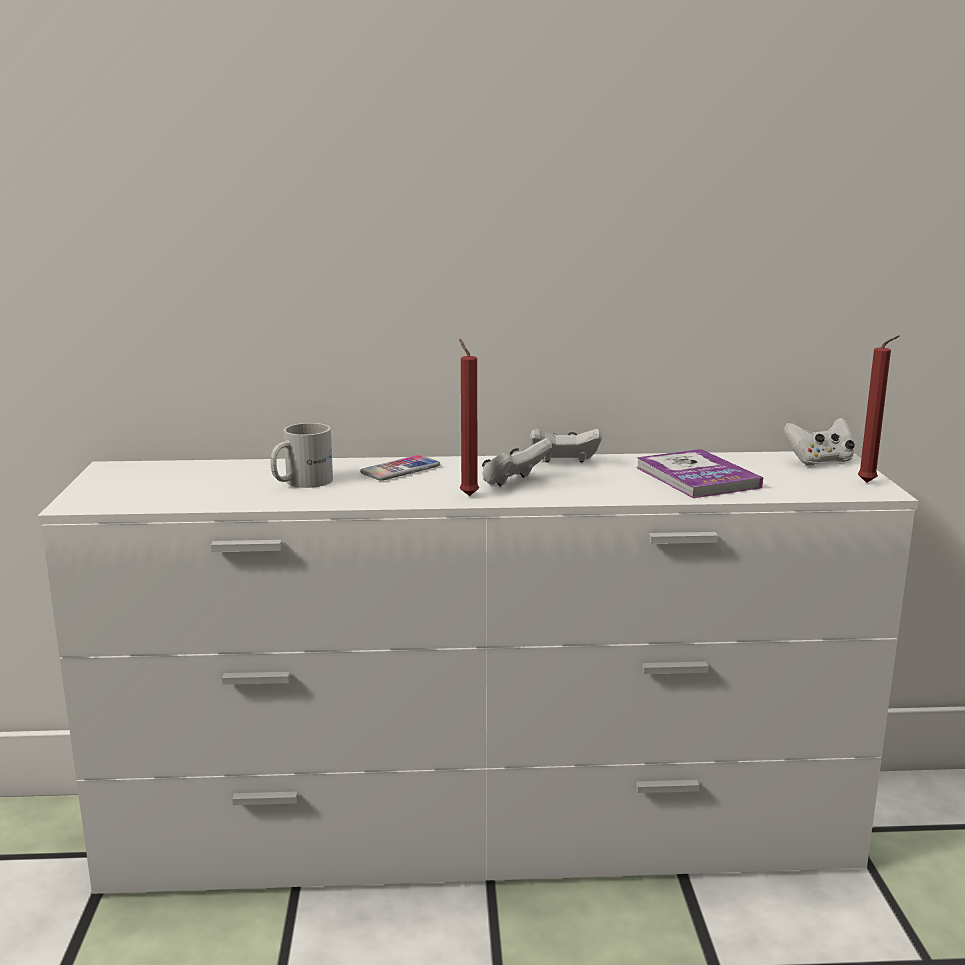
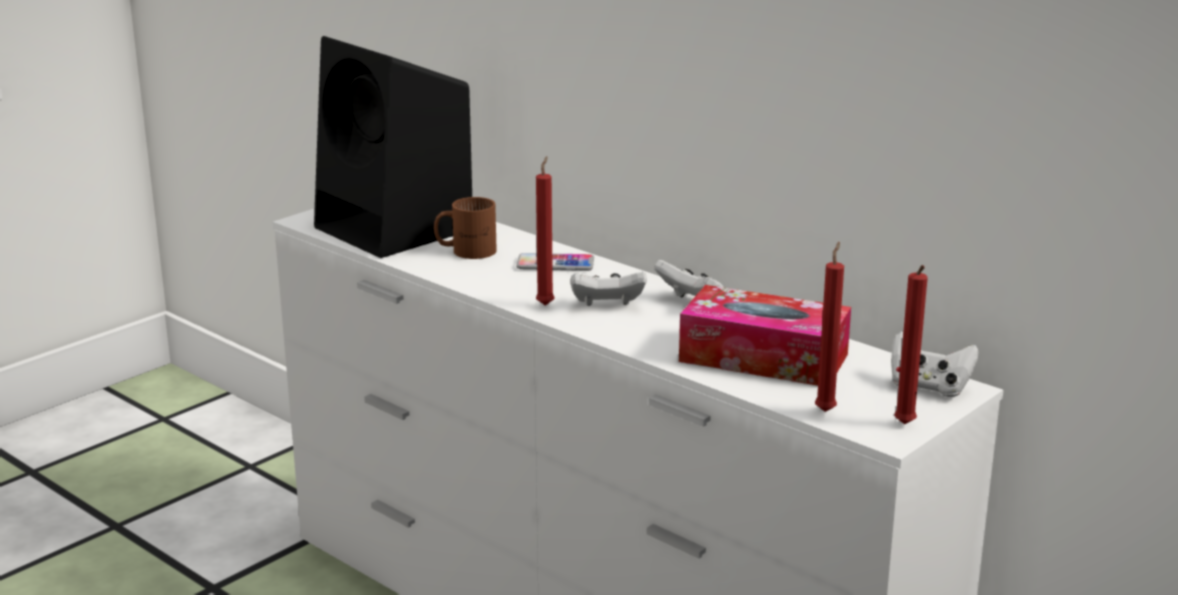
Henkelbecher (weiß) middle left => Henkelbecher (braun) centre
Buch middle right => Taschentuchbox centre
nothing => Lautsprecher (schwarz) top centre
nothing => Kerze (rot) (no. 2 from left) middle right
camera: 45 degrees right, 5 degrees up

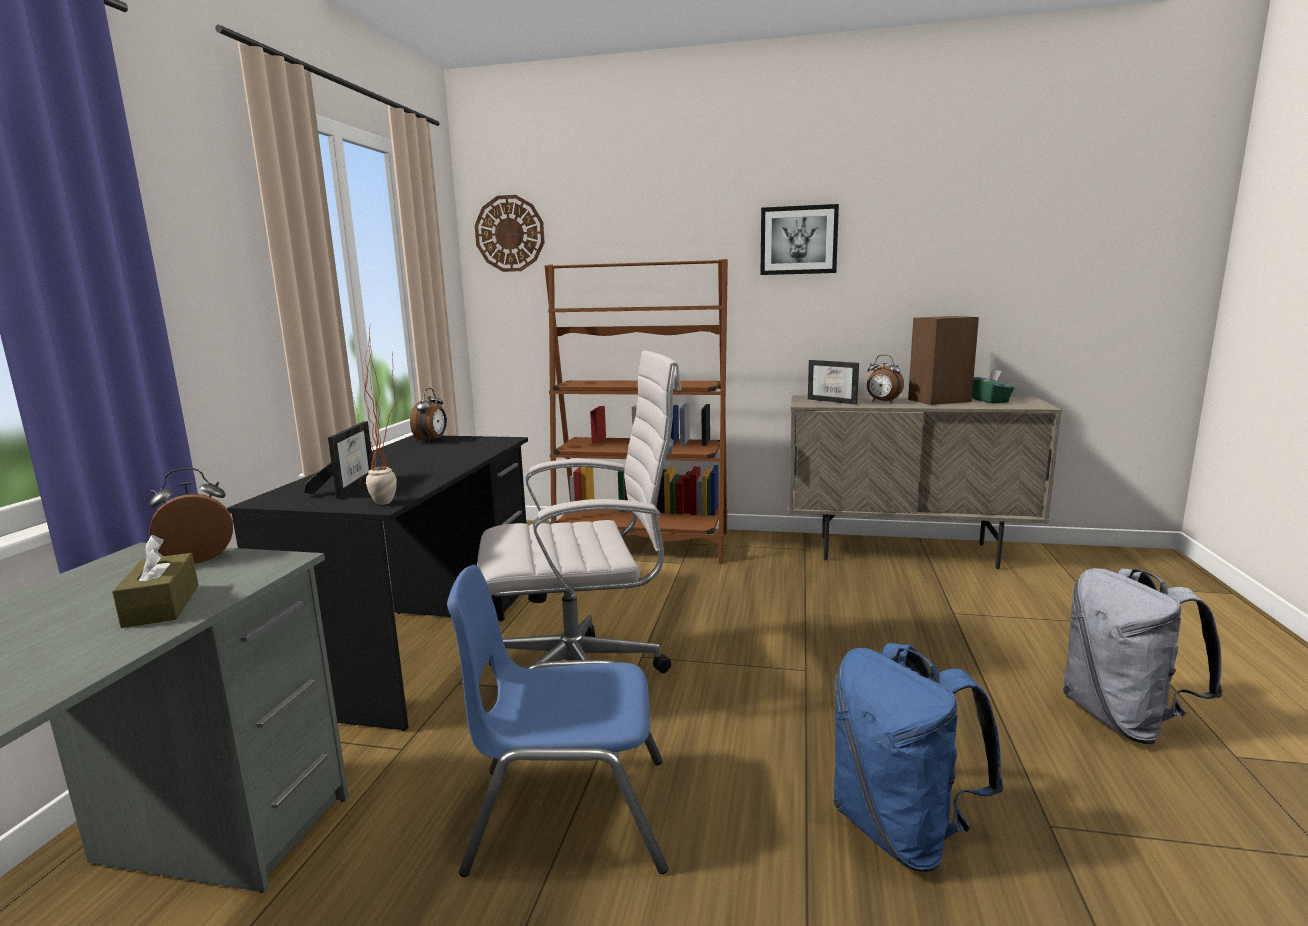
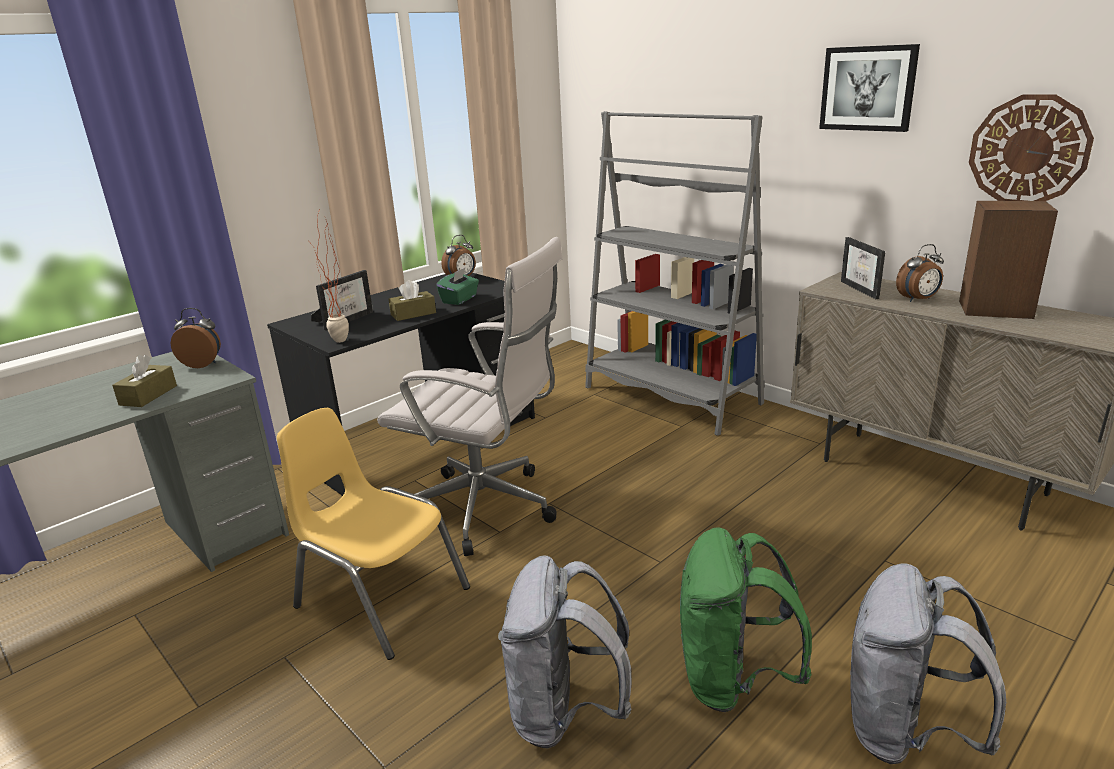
Stuhl (blau) bottom centre => Stuhl (gelb) bottom centre
Wanduhr top centre => Wanduhr top right, relocated
Bücherregal (braun) centre => Bücherregal (grau) centre
Rucksack (blau) bottom right => Rucksack (grau) (no. 1 from left) bottom centre
Wecker (no. 3 from left) middle right, 90 degrees counterclockwise
Taschentuchbox (grün) middle right => Taschentuchbox (grün) centre, relocated
nothing => Taschentuchbox (braun) (no. 2 from left) centre
nothing => Rucksack (grün) bottom right
camera: 35 degrees right, 10 degrees up

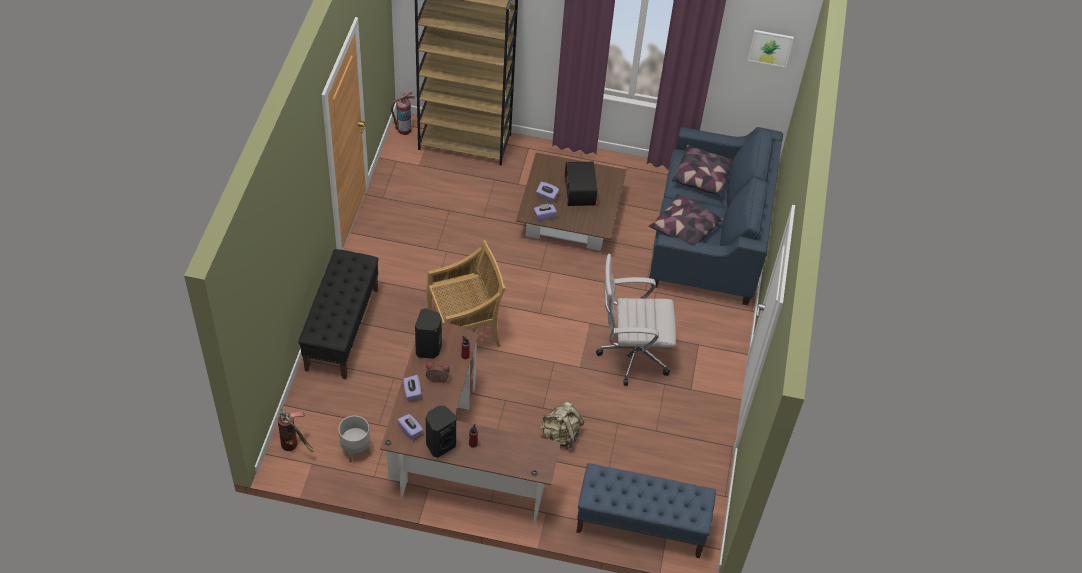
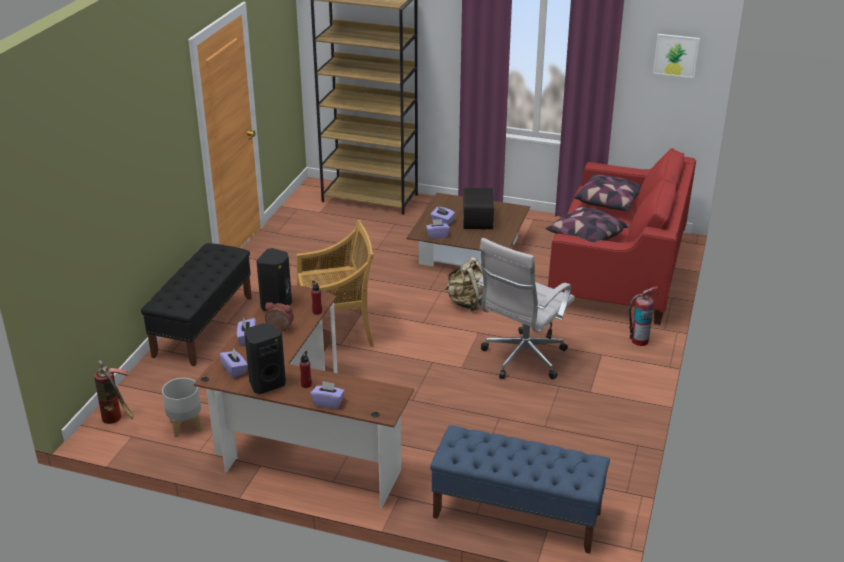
Feuerlöscher (no. 2 from left) top centre => Feuerlöscher (no. 2 from left) middle right, relocated
Rucksack (beige) bottom centre => Rucksack (beige) centre, relocated
Bürostuhl (weiß) centre, 60 degrees counterclockwise
Sofa (blau) centre => Sofa (rot) middle right
nothing => Taschentuchbox (lila) (no. 3 from left) bottom centre
camera: 10 degrees right, 20 degrees down

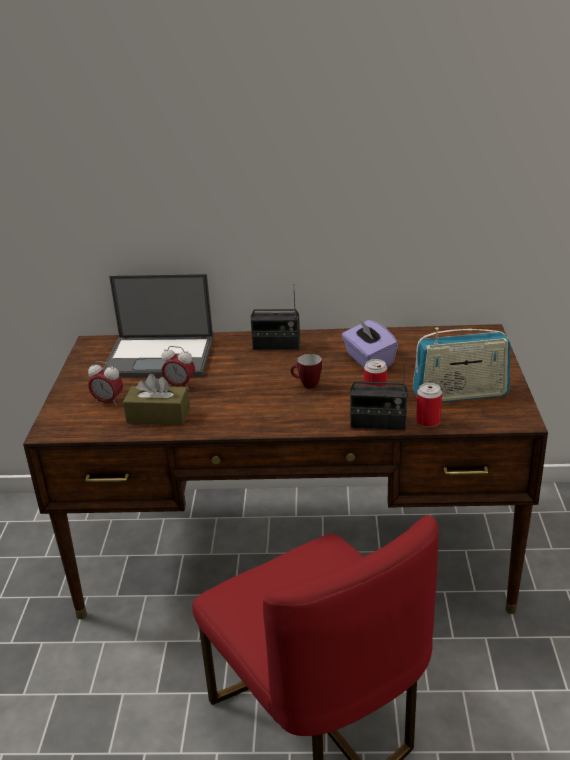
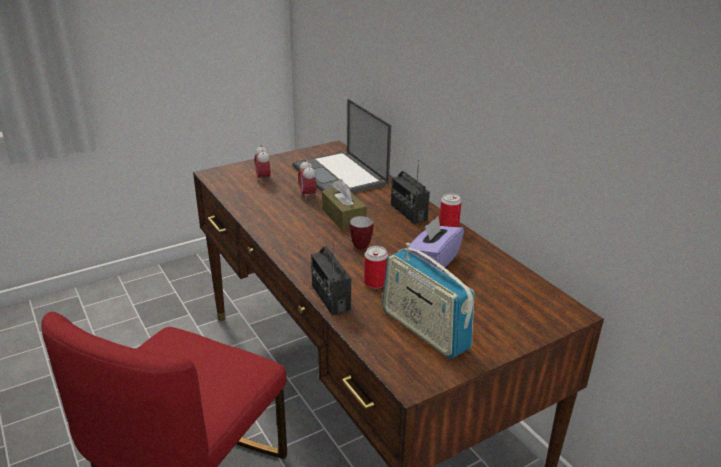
Taschentuchbox (braun) middle left => Taschentuchbox (braun) centre, relocated
Dose (no. 2 from left) middle right => Dose (no. 2 from left) centre, relocated
camera: 55 degrees right, 0 degrees up

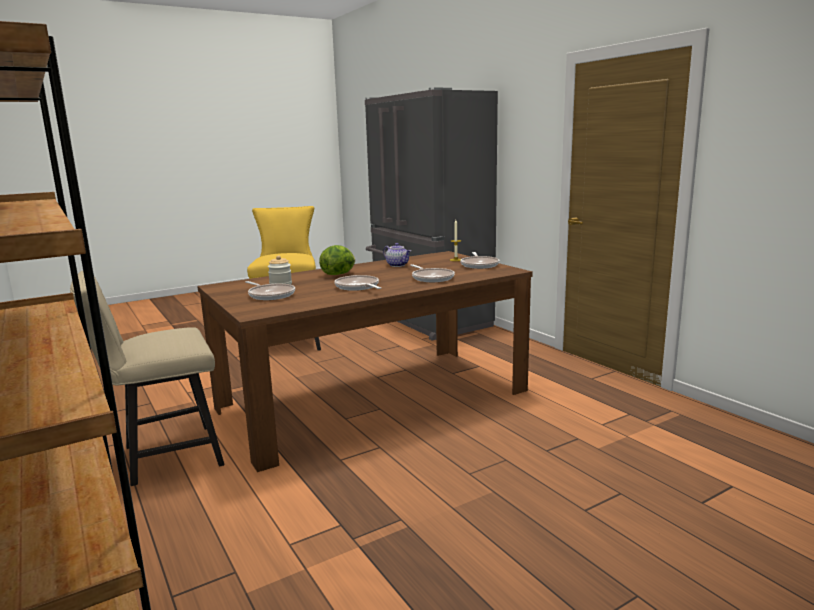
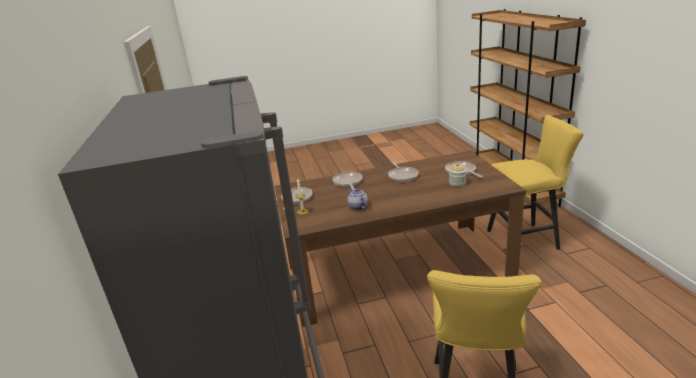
Stuhl (beige) middle left => Hocker (gelb) (no. 2 from left) middle right
Salatkopf centre => nothing
camera: 160 degrees left, 10 degrees up

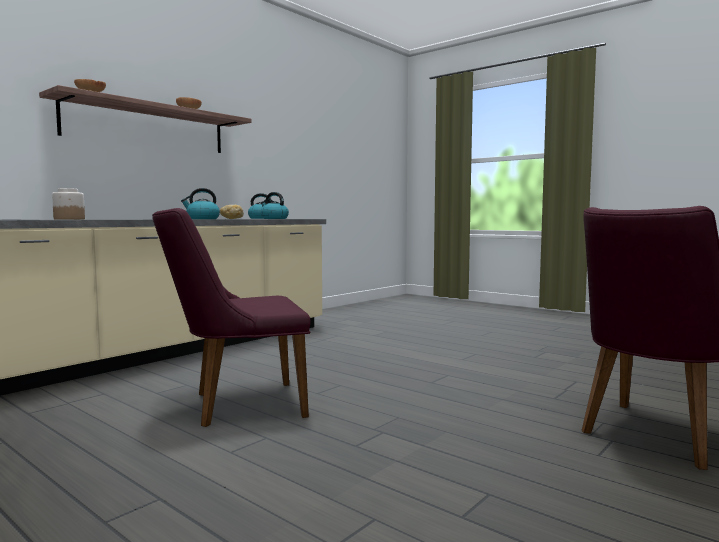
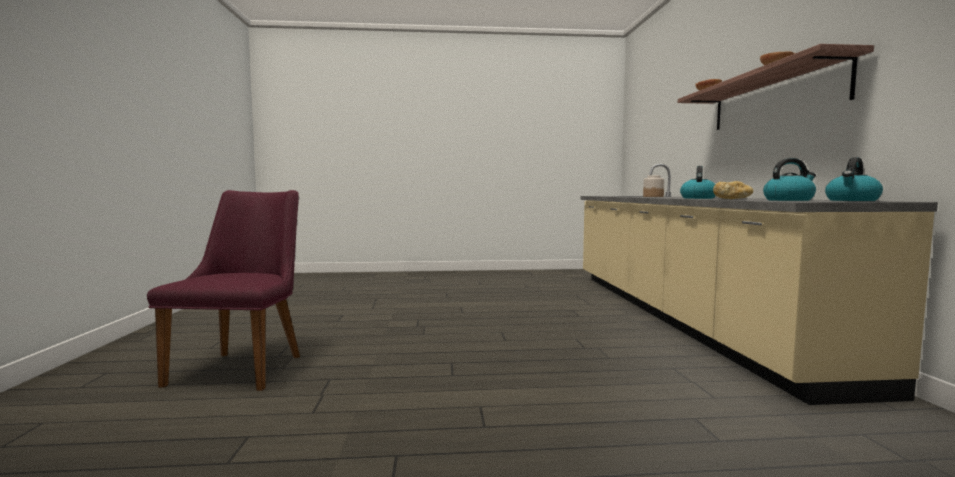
Stuhl (lila) (no. 1 from left) middle left => nothing
camera: 135 degrees right, 0 degrees up

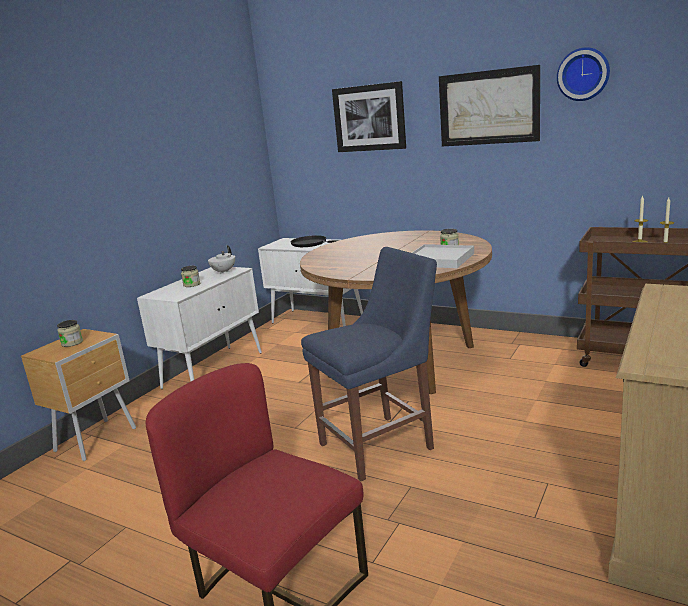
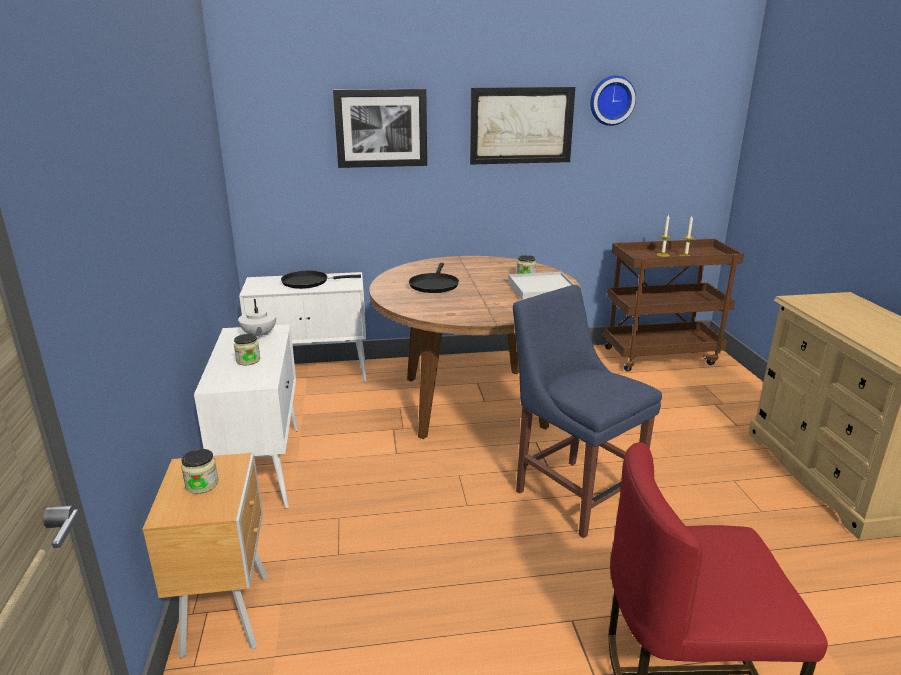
Stuhl (blau) centre, 60 degrees counterclockwise
nothing => Pfanne (schwarz) (no. 2 from left) centre
camera: 40 degrees left, 5 degrees up

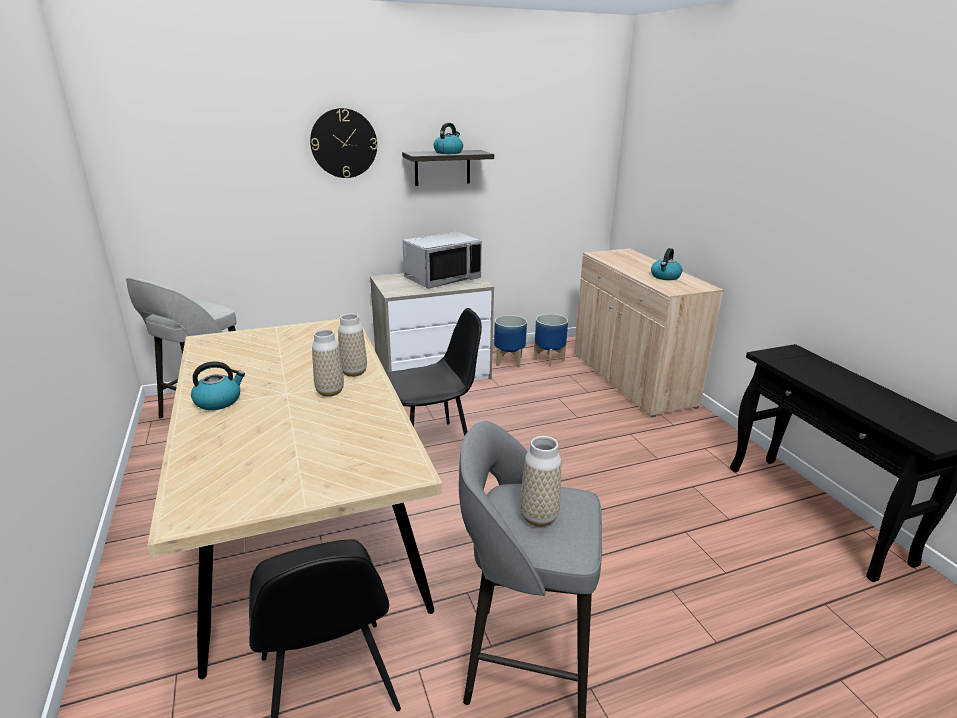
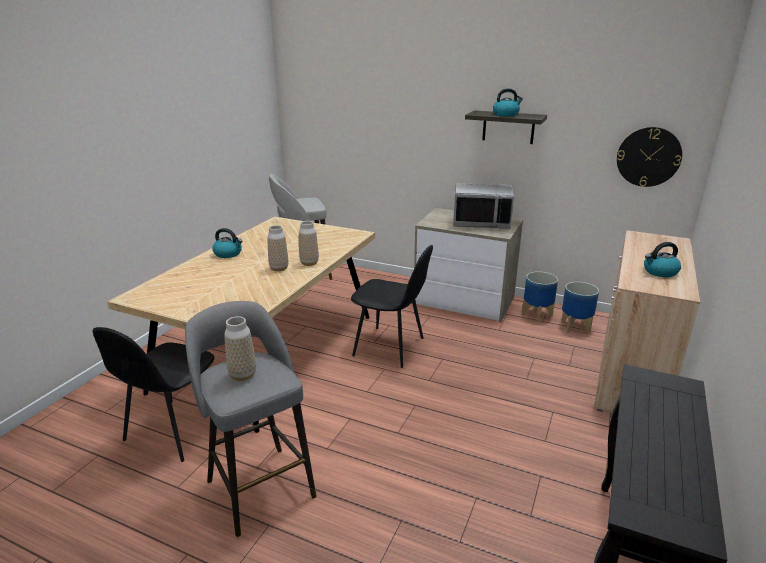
Wanduhr top centre => Wanduhr top right, relocated
camera: 45 degrees right, 0 degrees up

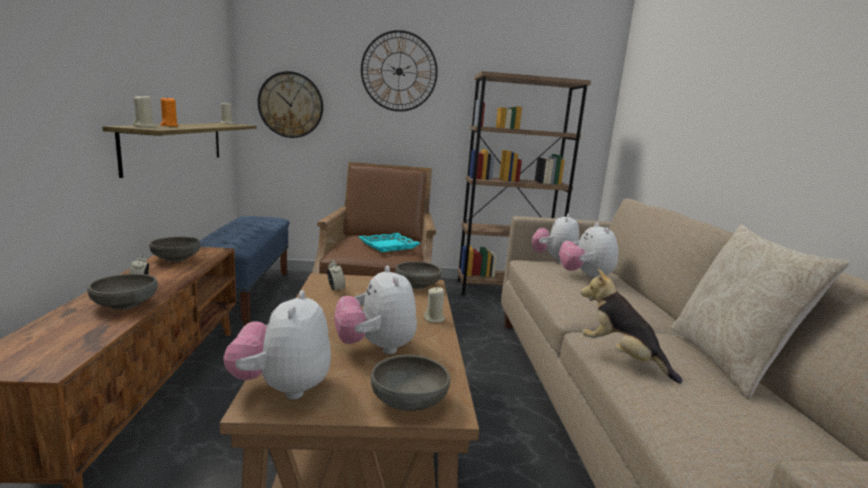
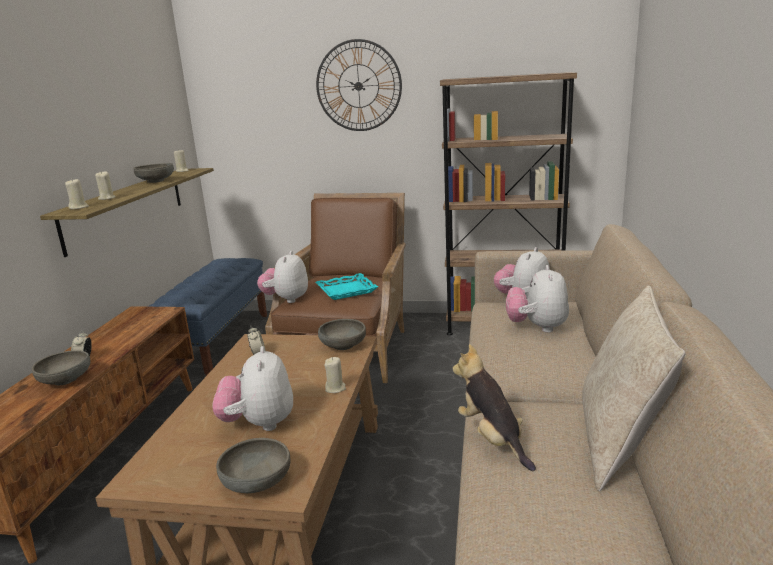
Schüssel (grau) (no. 2 from left) middle left => Schüssel (grau) (no. 2 from left) top left, relocated
Kerze (orange) top left => Kerze (beige) (no. 2 from left) top left
Plüschtier (no. 1 from left in the first image) bottom left => Plüschtier (no. 2 from left) centre, relocated
Wanduhr (no. 1 from left) top centre => nothing
camera: 15 degrees right, 5 degrees up

